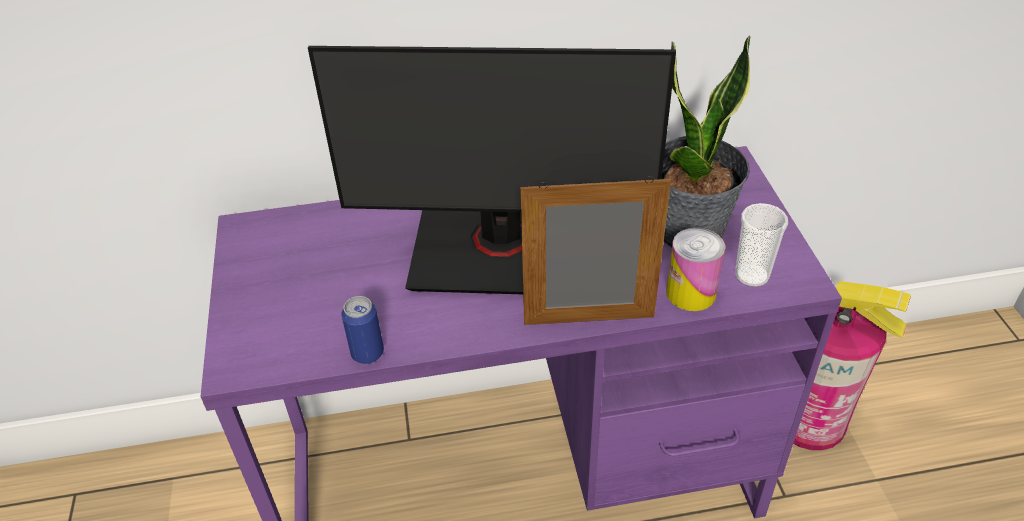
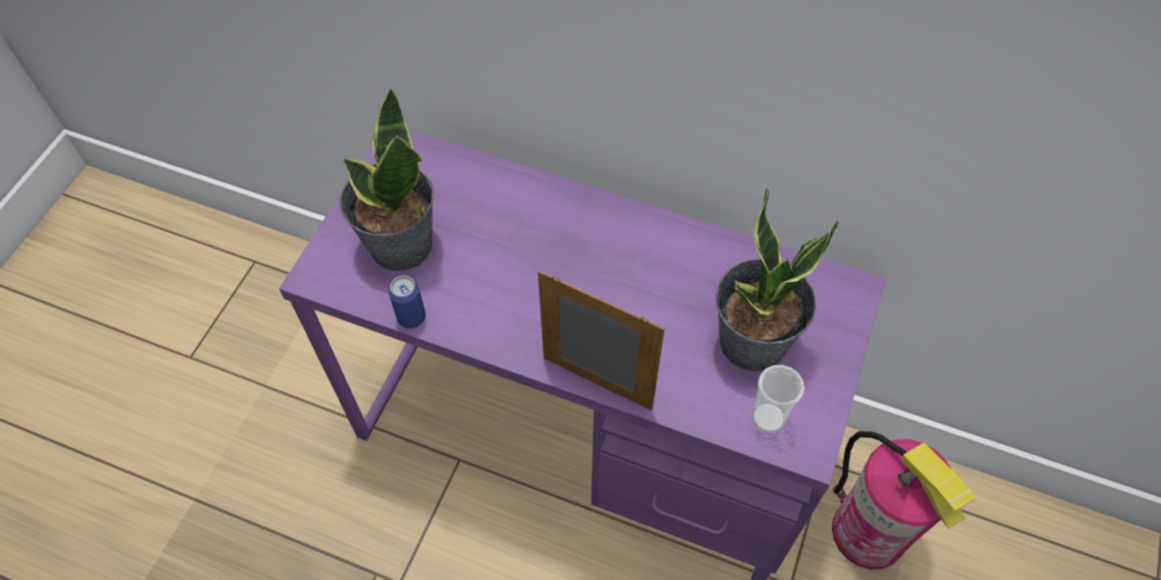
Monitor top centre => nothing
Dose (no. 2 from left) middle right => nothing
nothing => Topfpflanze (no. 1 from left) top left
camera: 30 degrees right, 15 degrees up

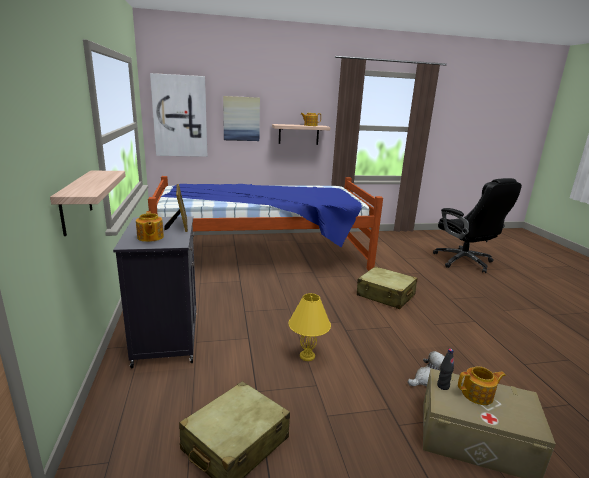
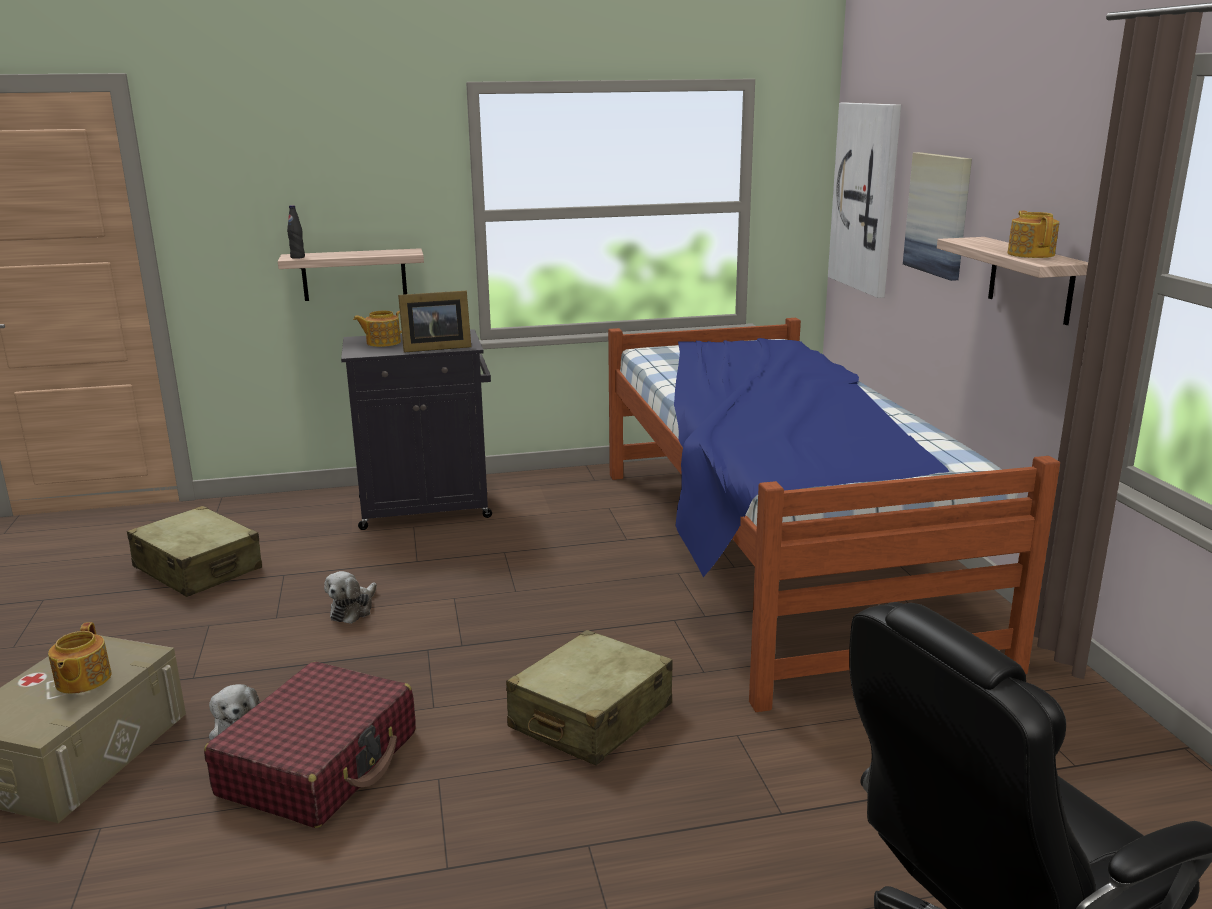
Tischlampe (gelb) bottom centre => Plüschtier (no. 2 from left) middle left
Flasche (schwarz) bottom right => Flasche (schwarz) top left, relocated
nothing => Koffer (rot) bottom left
camera: 90 degrees right, 0 degrees up

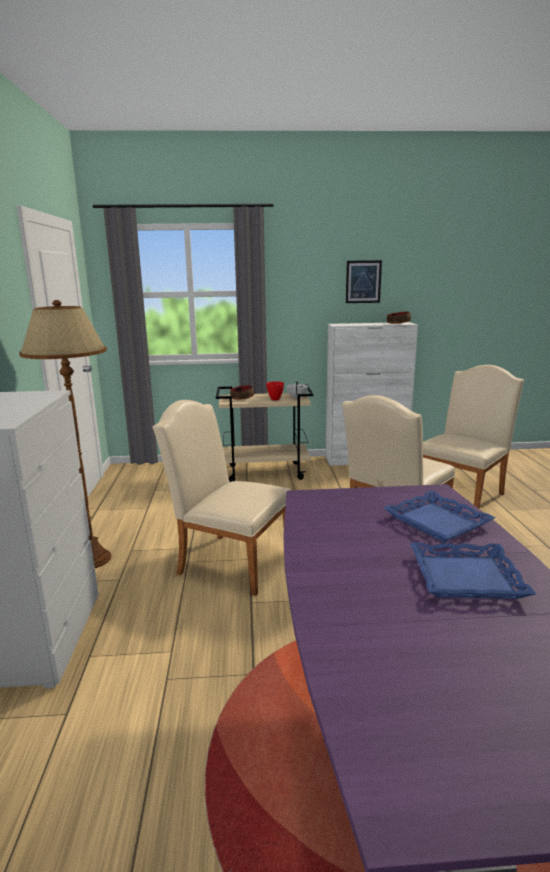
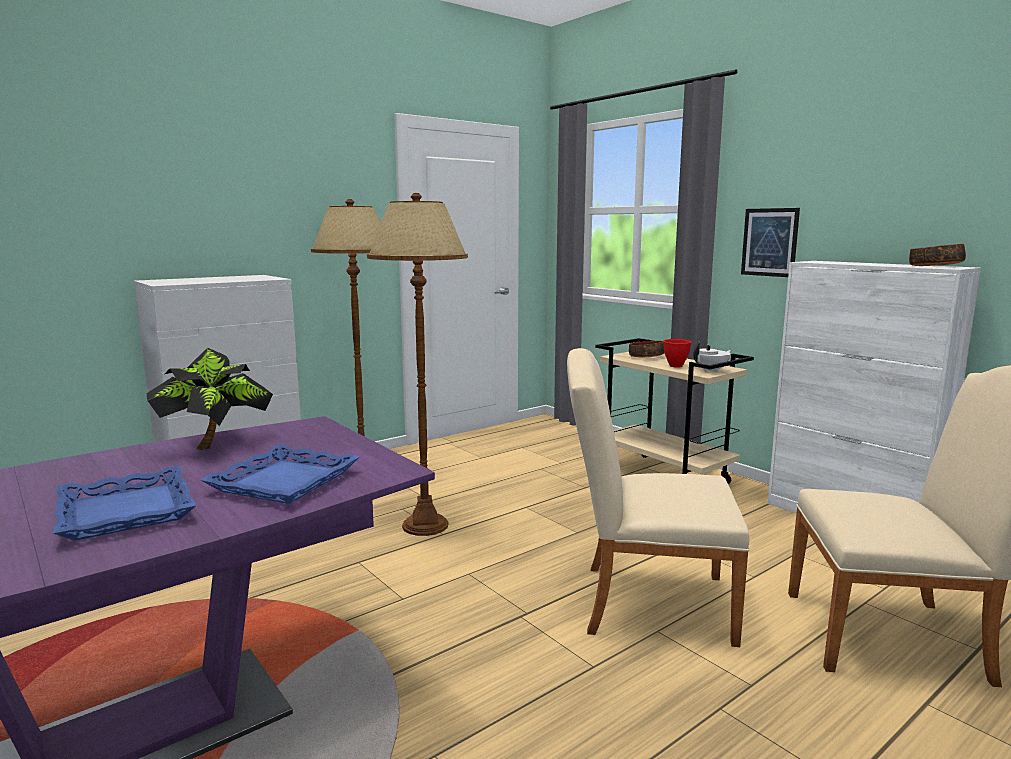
Stuhl (beige) (no. 1 from left) centre => Stehlampe (braun) (no. 2 from left) centre
Bild top centre => Bild top right, relocated
nothing => Topfpflanze middle left
camera: 55 degrees right, 5 degrees down

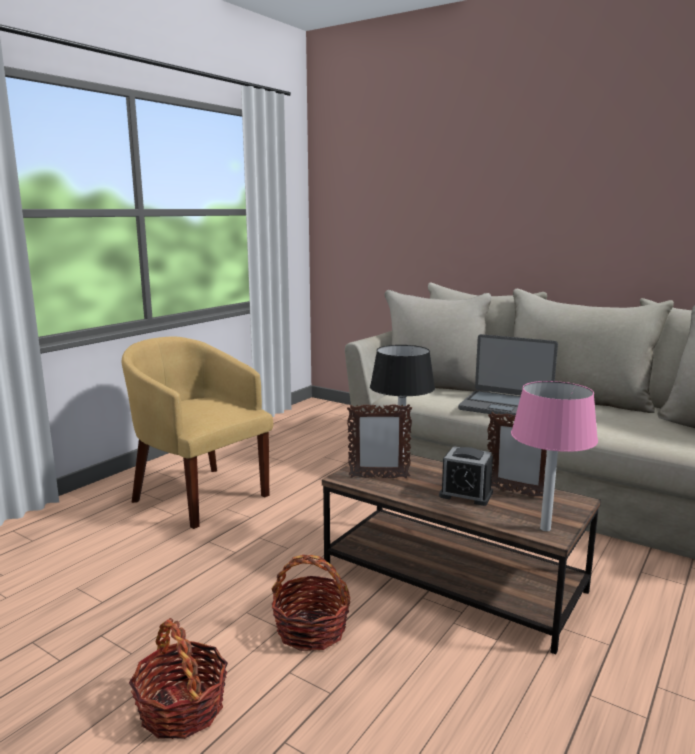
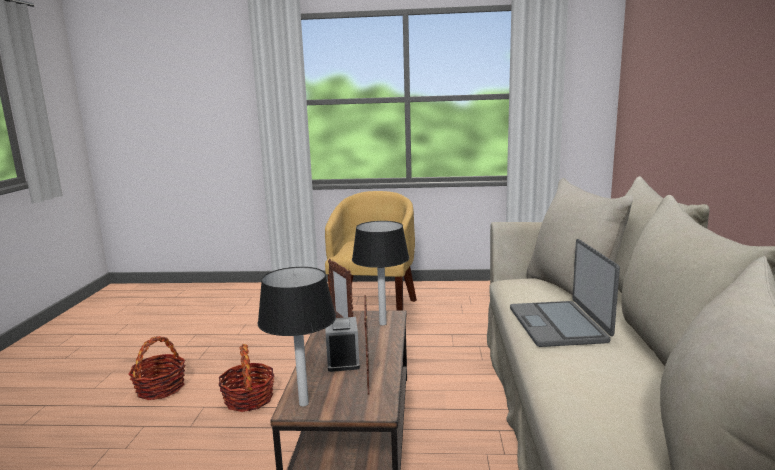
Tischlampe (rosa) middle right => Tischlampe (schwarz) (no. 1 from left) bottom centre
camera: 60 degrees right, 0 degrees up

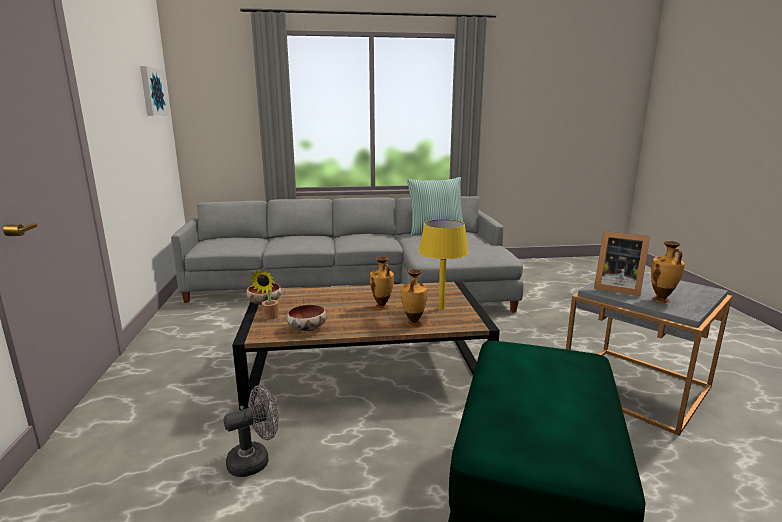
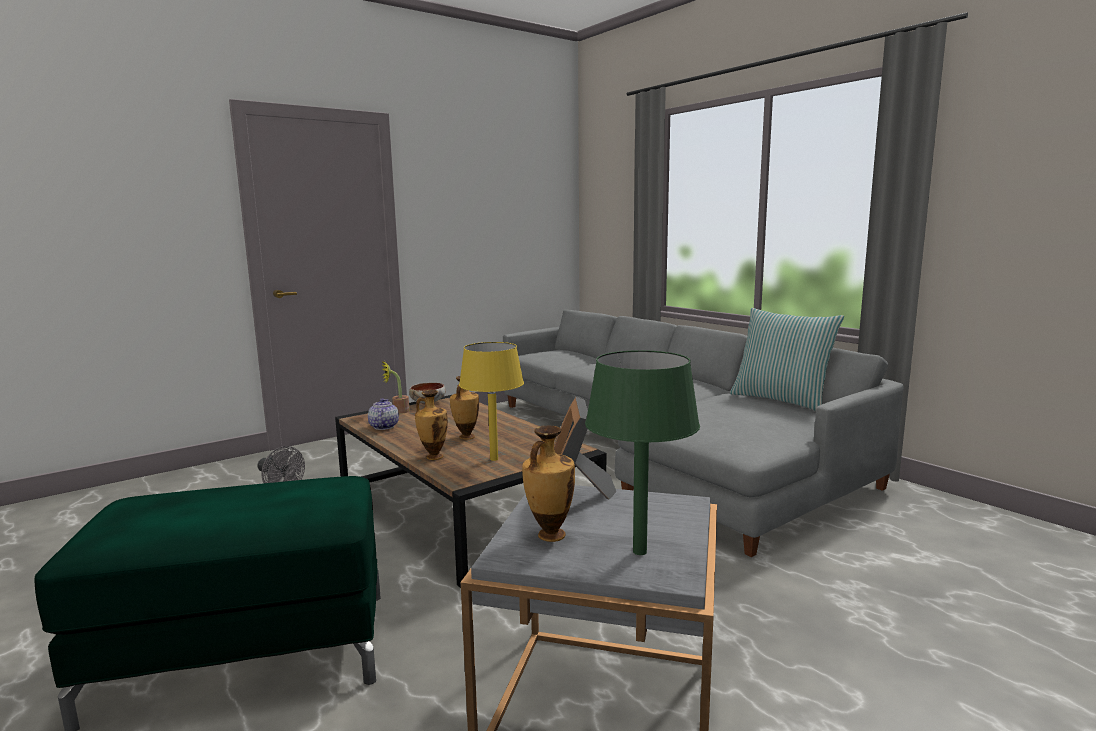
Bild top left => nothing
Schüssel (no. 2 from left) centre => Teekanne centre
nothing => Tischlampe (grün) centre
camera: 60 degrees right, 5 degrees down

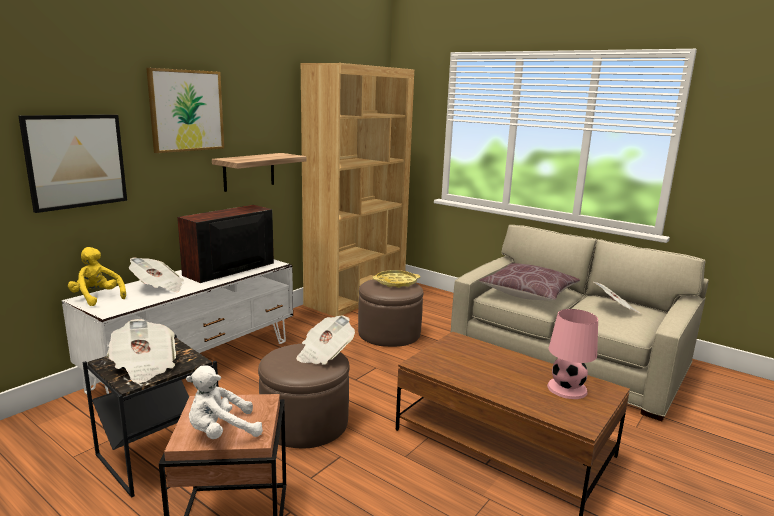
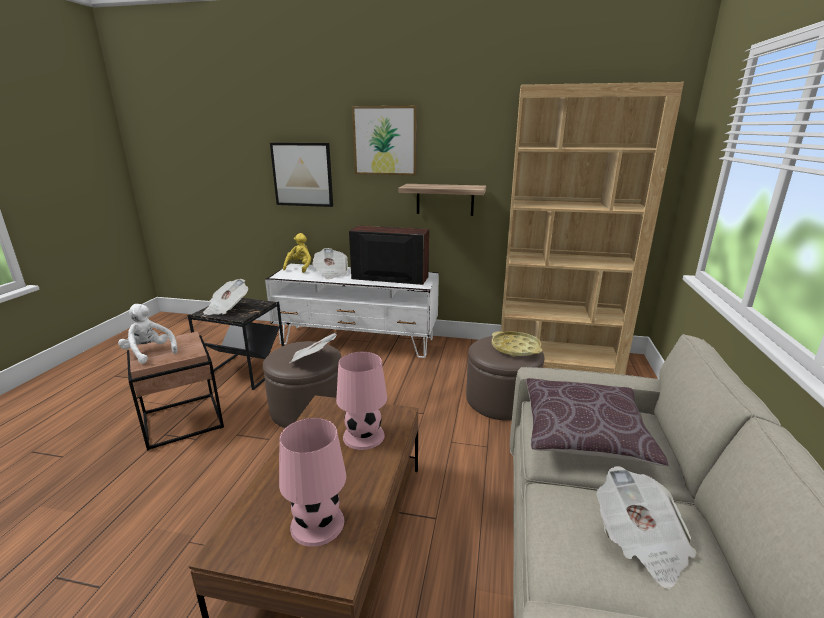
nothing => Tischlampe (rosa) (no. 2 from left) centre
camera: 65 degrees right, 5 degrees up

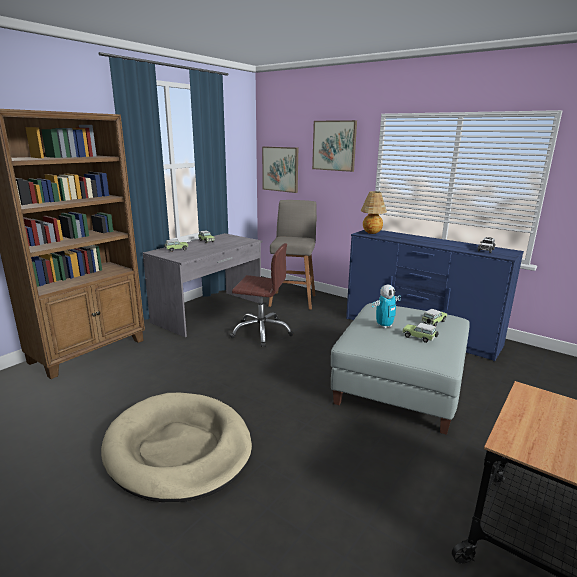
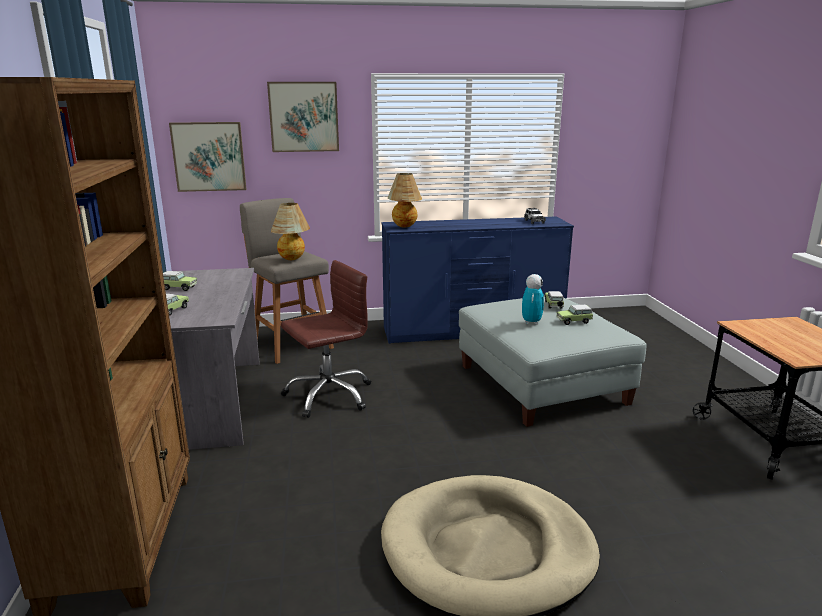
nothing => Tischlampe (no. 1 from left) centre
camera: 45 degrees left, 0 degrees up

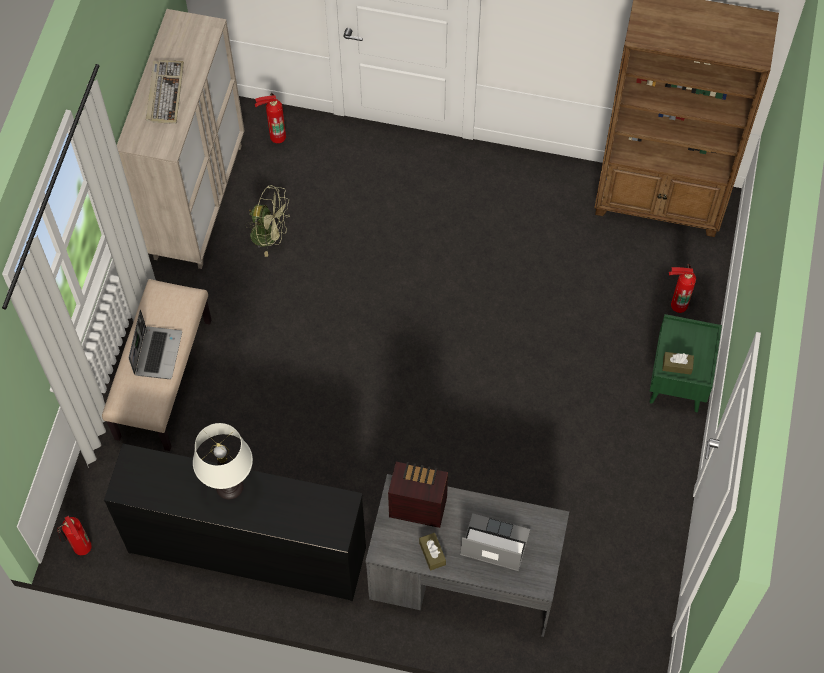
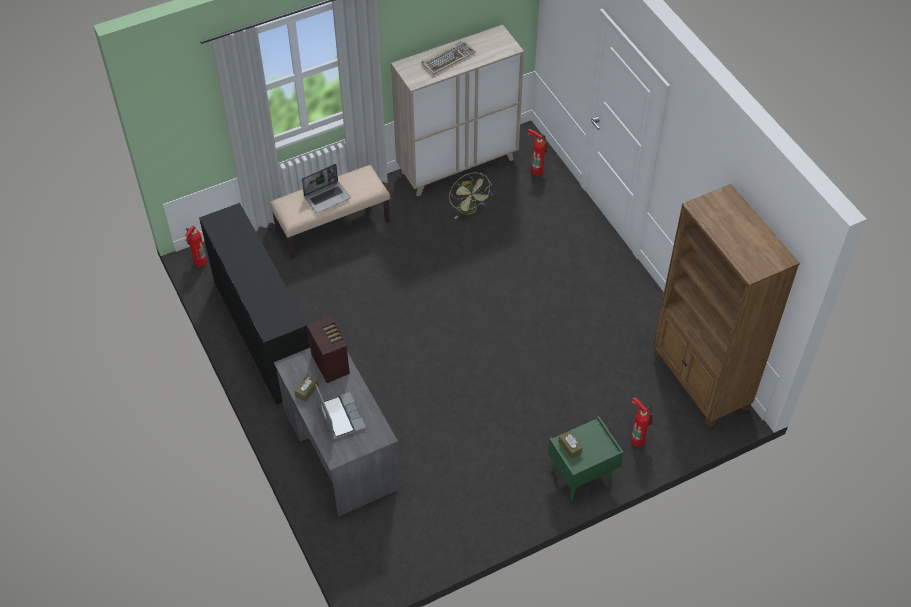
Tischlampe (weiß) bottom left => nothing
camera: 50 degrees right, 10 degrees down

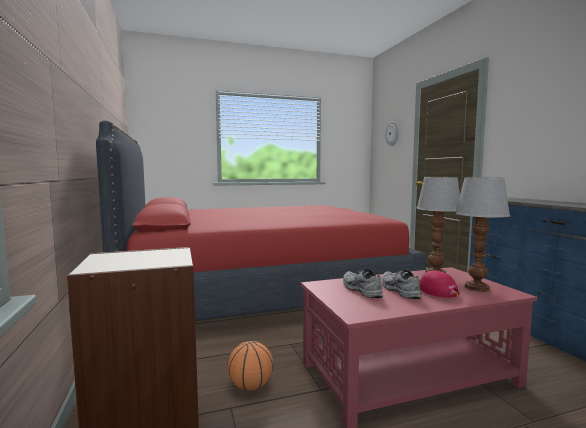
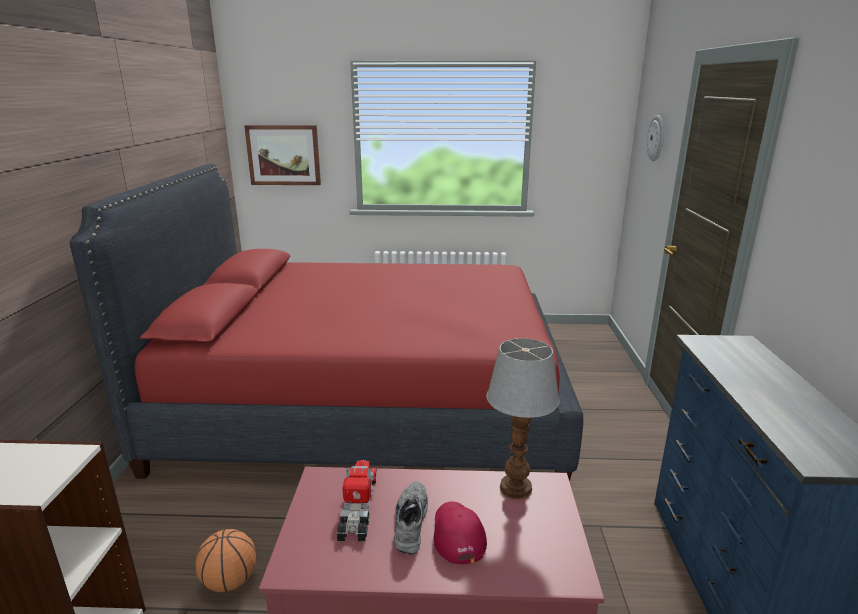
Schuh (grau) (no. 1 from left) centre => Spielzeuglaster bottom centre
Tischlampe (no. 2 from left) middle right => nothing
nothing => Bild top left
camera: 20 degrees right, 15 degrees up

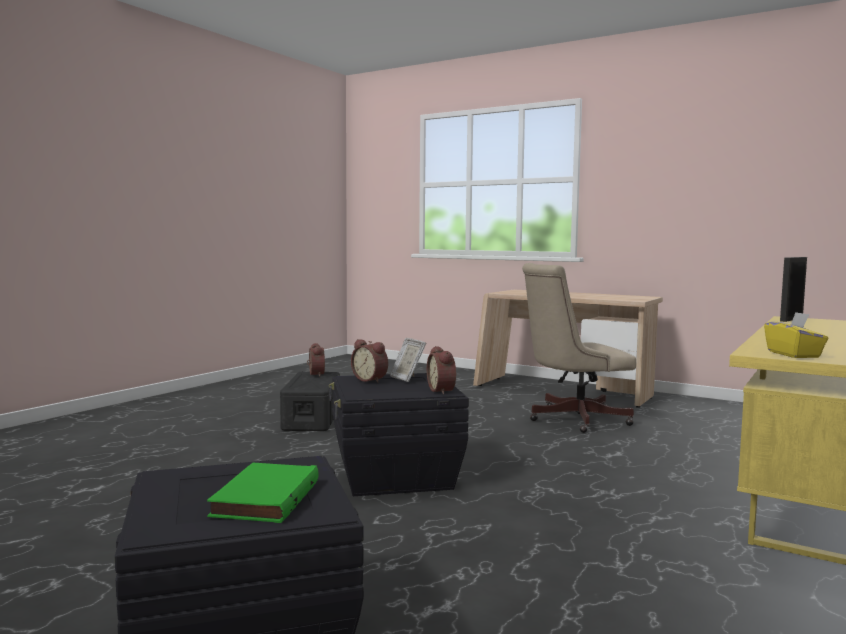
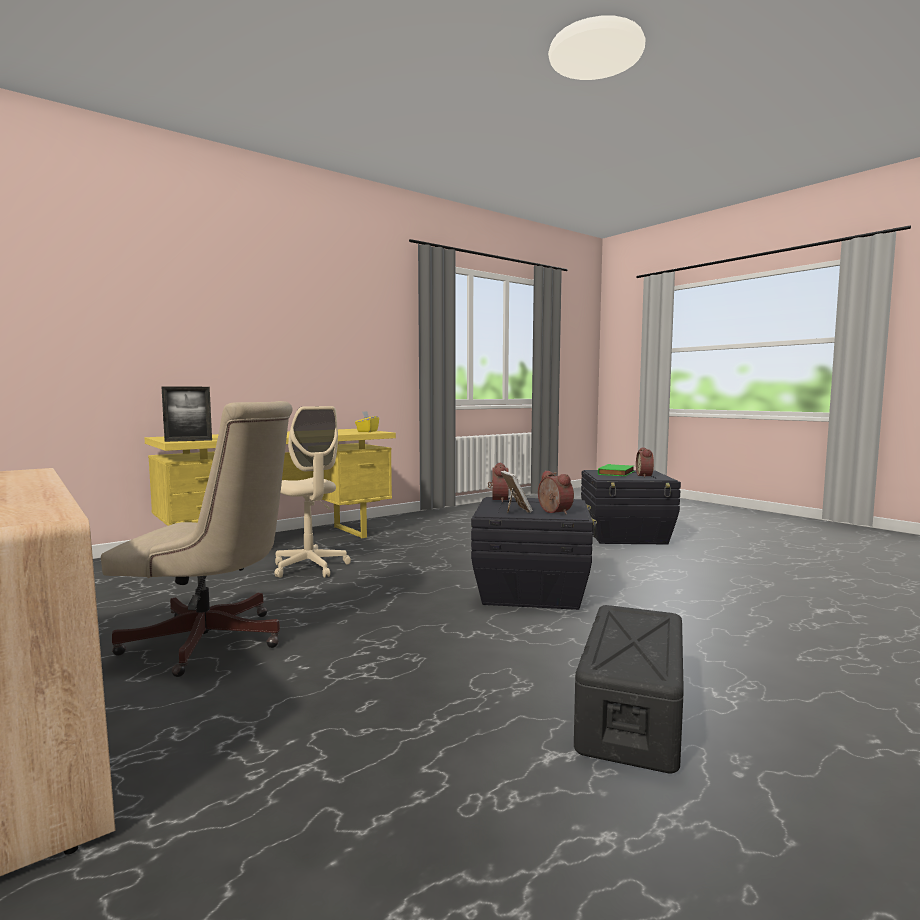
Wecker (no. 1 from left in the first image) centre => Wecker (no. 3 from left) middle right, relocated
nothing => Bürostuhl (beige) (no. 2 from left) centre
camera: 160 degrees left, 0 degrees up

